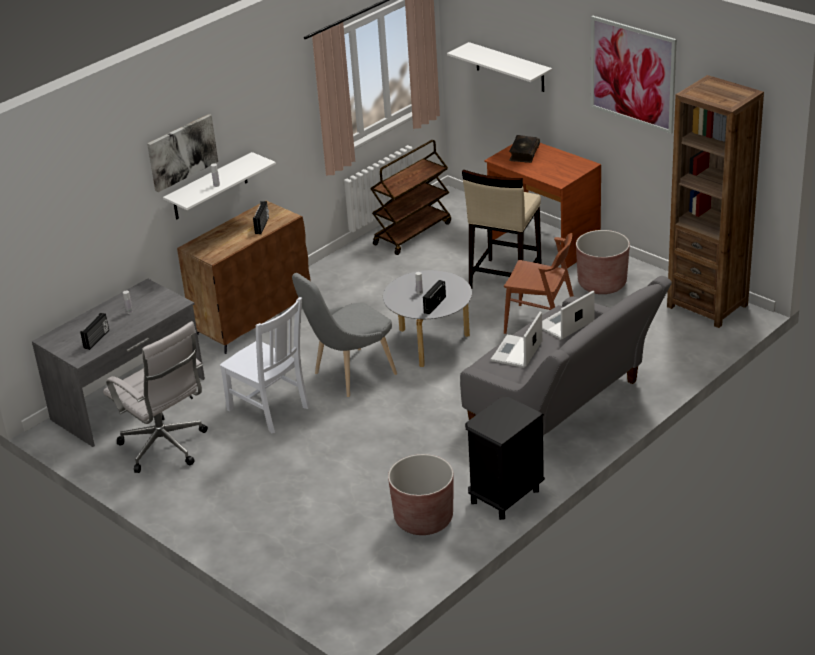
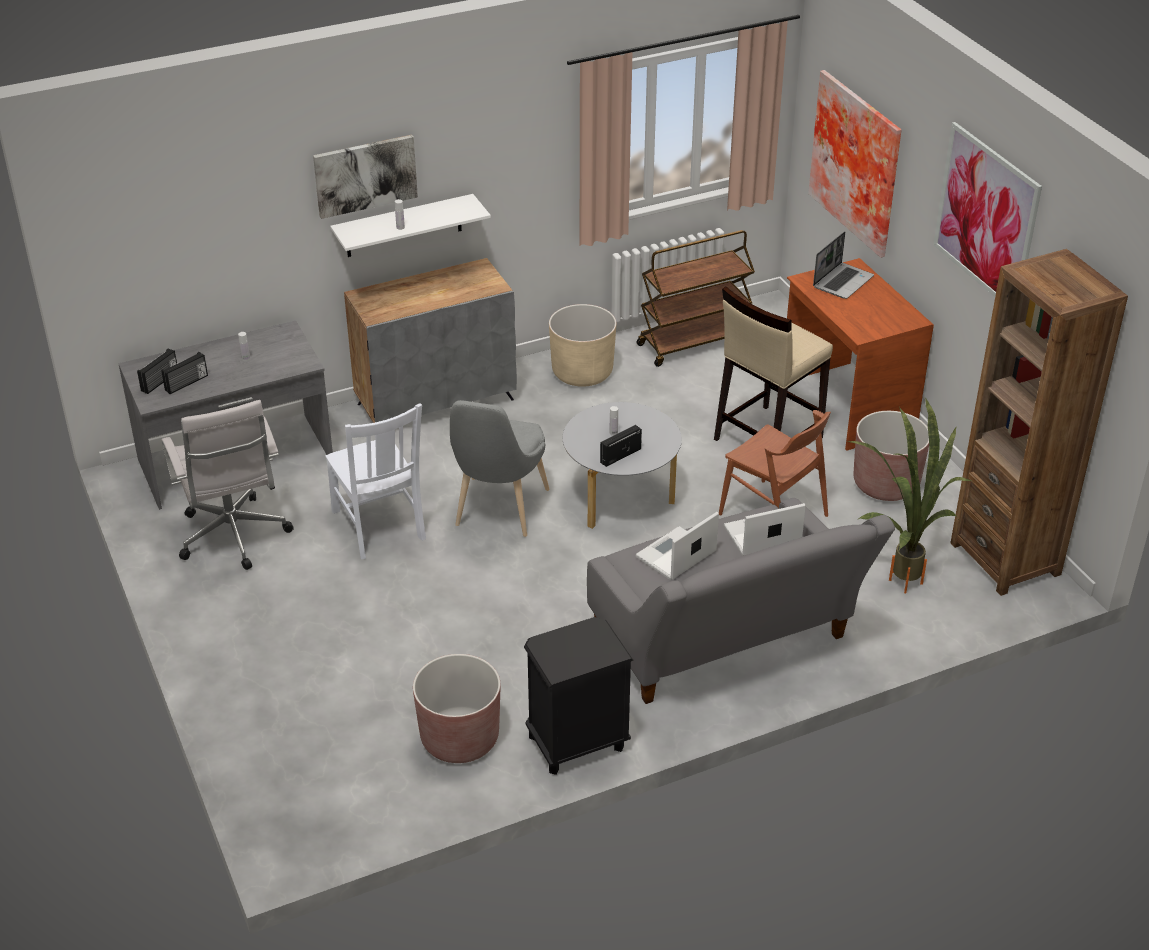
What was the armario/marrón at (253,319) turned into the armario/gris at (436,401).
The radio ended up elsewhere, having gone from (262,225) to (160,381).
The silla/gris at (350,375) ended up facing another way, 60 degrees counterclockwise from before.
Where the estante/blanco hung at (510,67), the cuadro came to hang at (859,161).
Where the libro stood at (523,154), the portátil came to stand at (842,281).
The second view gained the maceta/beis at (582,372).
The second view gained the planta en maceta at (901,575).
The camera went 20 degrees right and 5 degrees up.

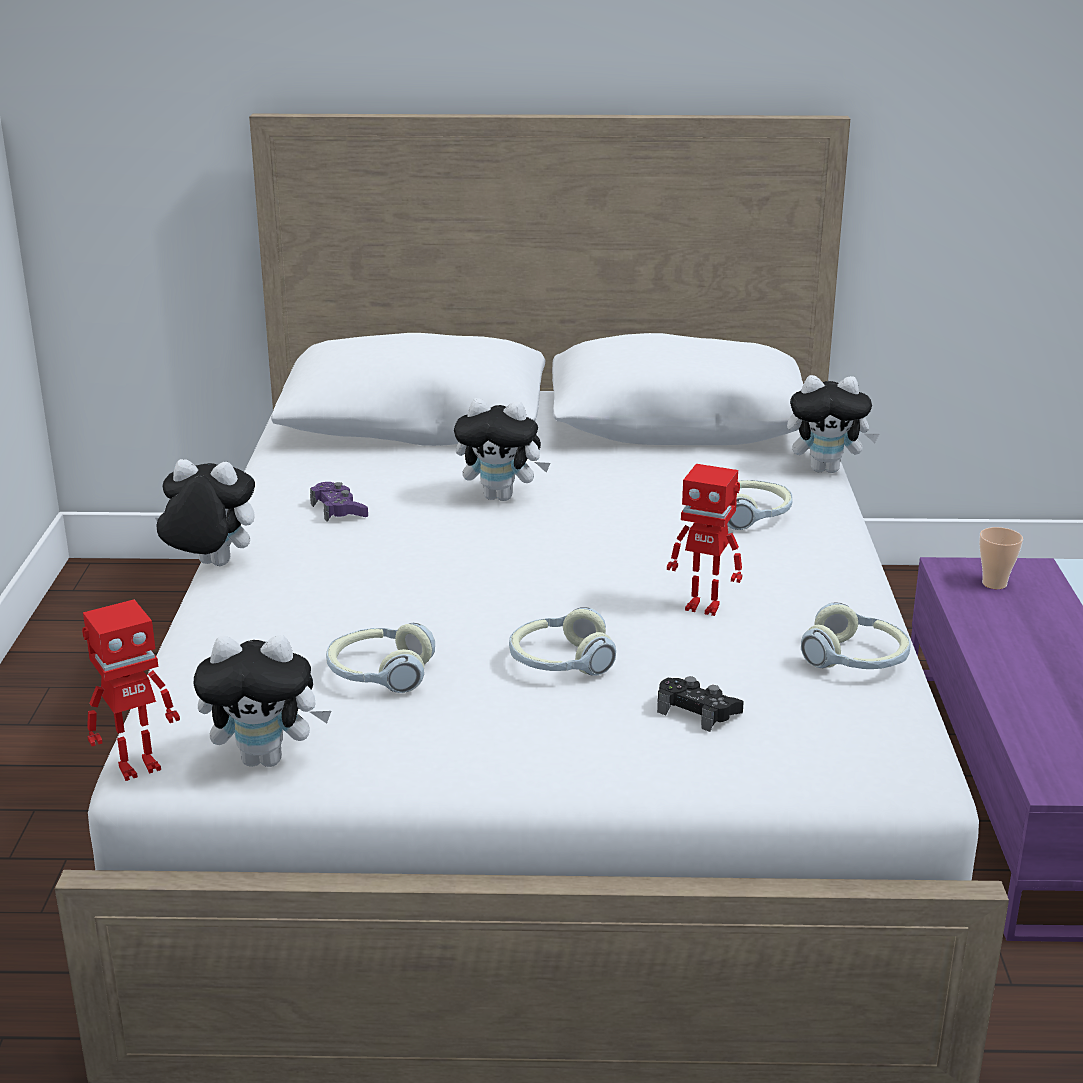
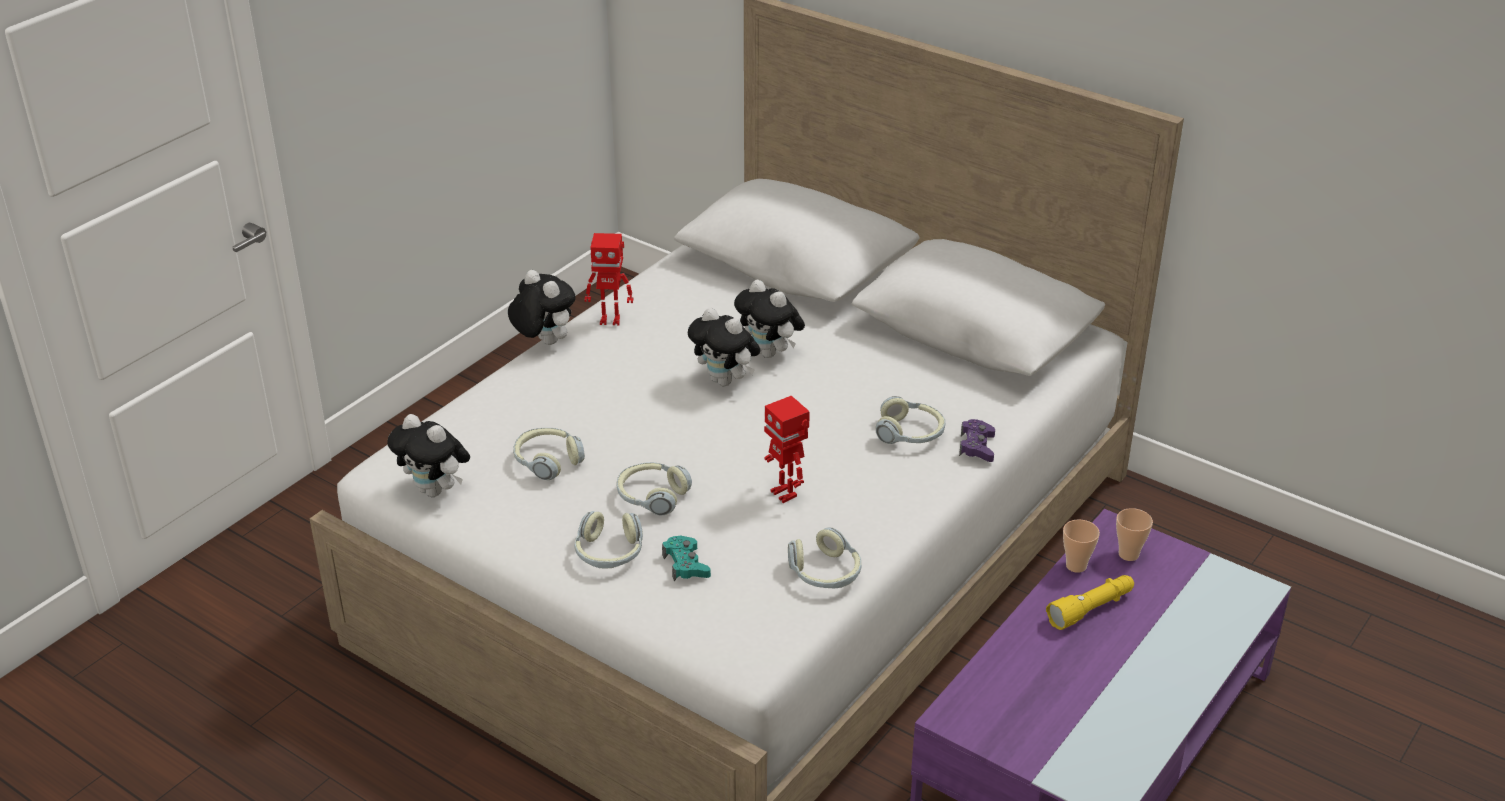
The robot de juguete ended up elsewhere, having gone from (138,767) to (610,320).
The mando de consola/morado ended up elsewhere, having gone from (339,510) to (977,446).
What was the mando de consola/negro at (697,711) turned into the mando de consola/turquesa at (686,565).
The peluche ended up elsewhere, having gone from (826,469) to (725,381).
The second view gained the auriculares at (609,553).
The second view gained the linterna/amarillo at (1091,609).
The second view gained the taza at (1076,566).
The camera went 35 degrees right and 10 degrees up.

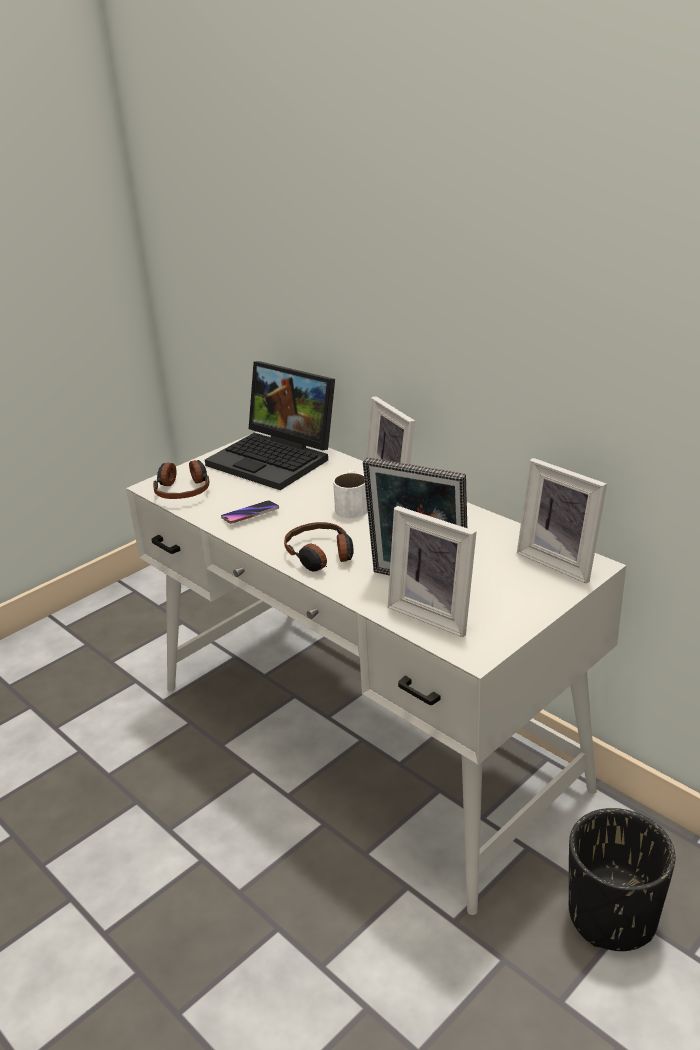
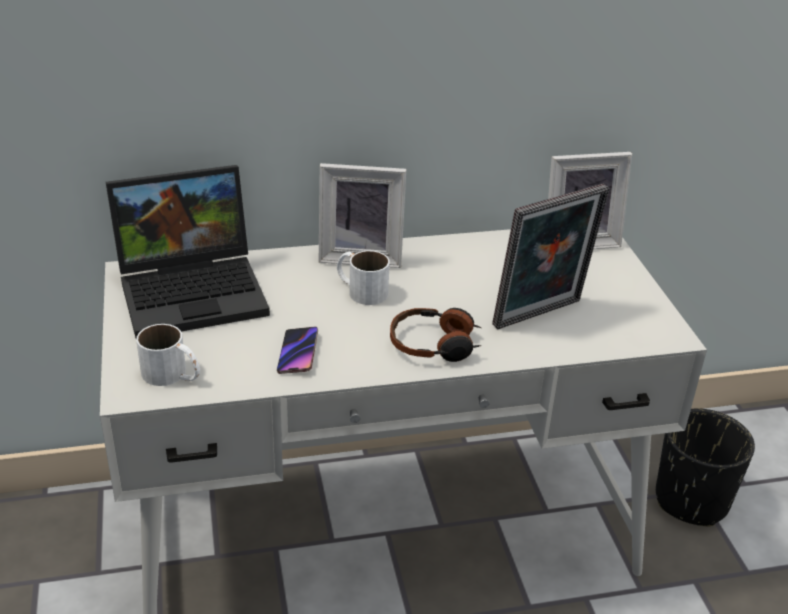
Where the auriculares stood at (183,490), the taza grande/blanco came to stand at (173,375).
The second view lost the portarretratos at (435,613).
The camera went 60 degrees left and 5 degrees up.

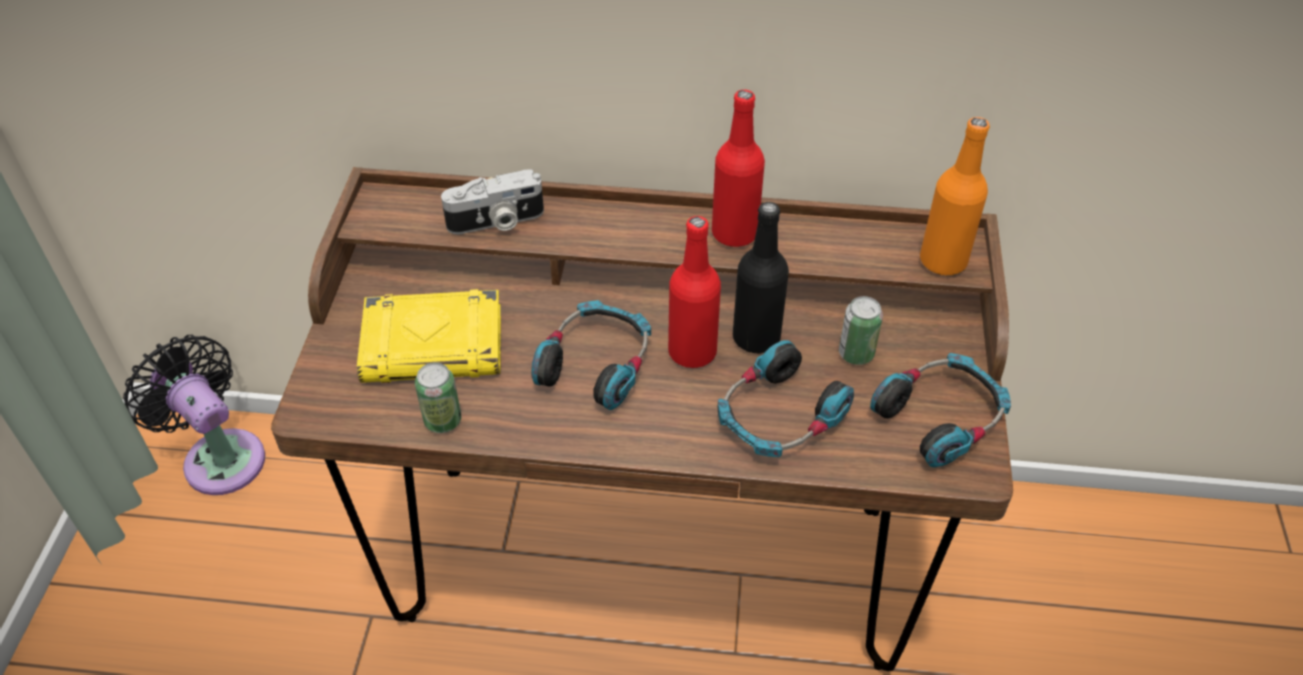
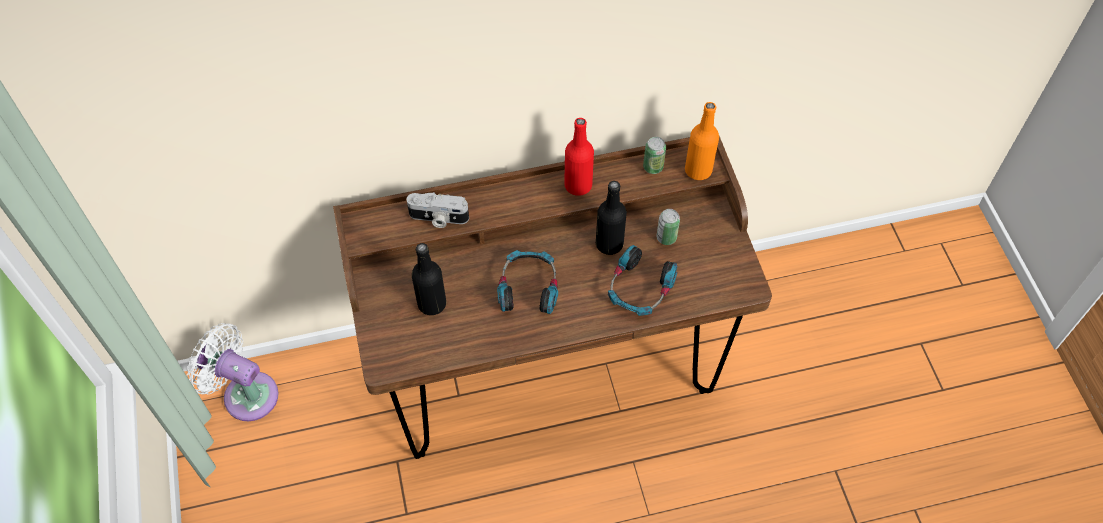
What was the ventilador/negro at (220,456) turned into the ventilador/blanco at (245,393).
Where the libro/amarillo stood at (435,344), the botella/negro came to stand at (432,304).
The lata ended up elsewhere, having gone from (443,420) to (653,167).
The cámara at (496,222) ended up facing another way, 45 degrees clockwise from before.
The second view lost the botella/rojo at (692,352).
The second view lost the auriculares at (940,417).
The camera went 20 degrees left and 10 degrees up.

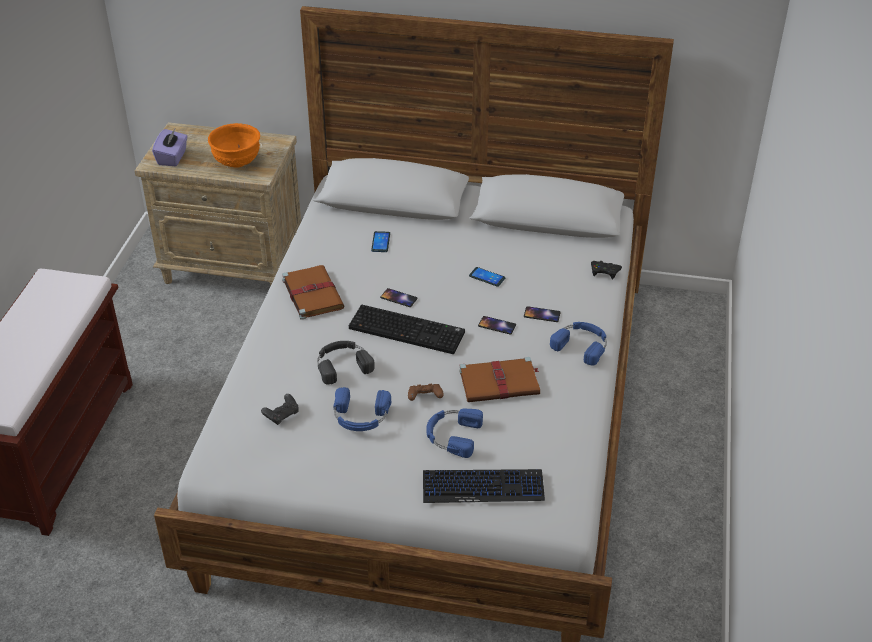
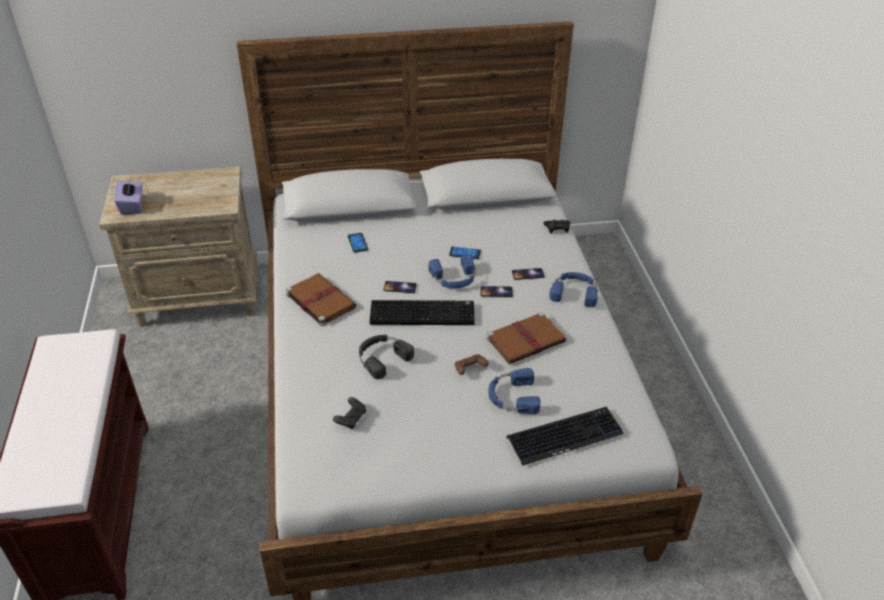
The second view lost the cuenco/naranja at (236,163).
The auriculares/azul ended up elsewhere, having gone from (360,416) to (454,278).
The camera went 20 degrees left and 0 degrees up.

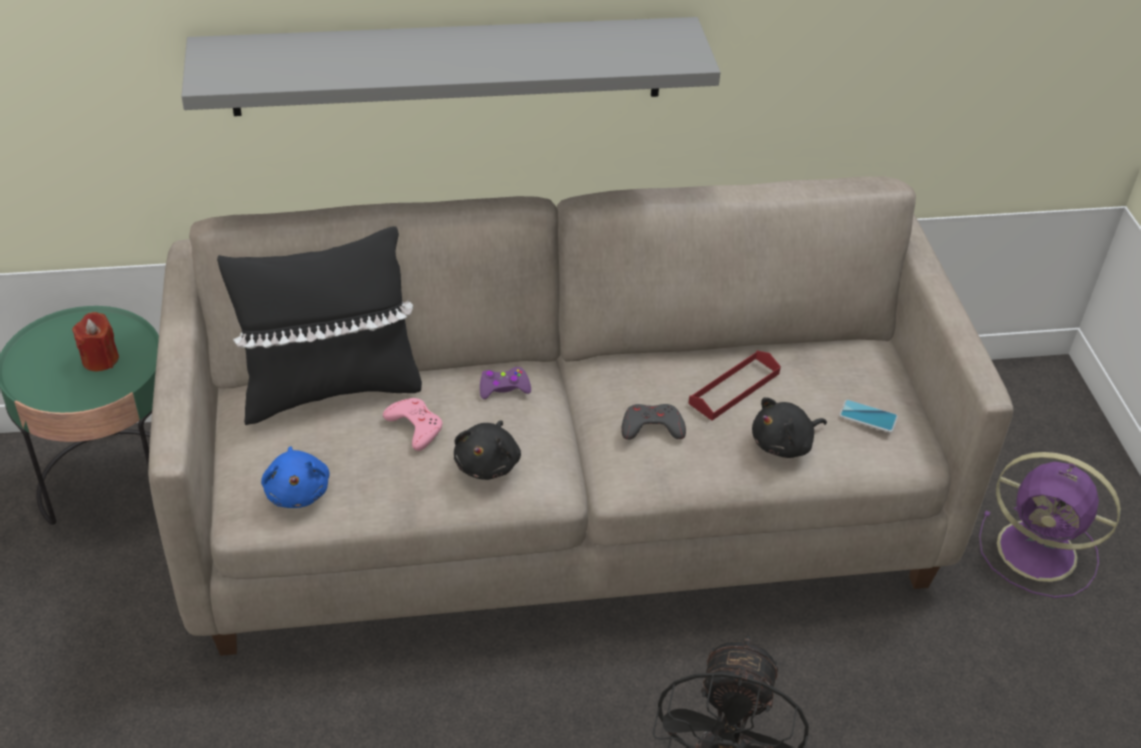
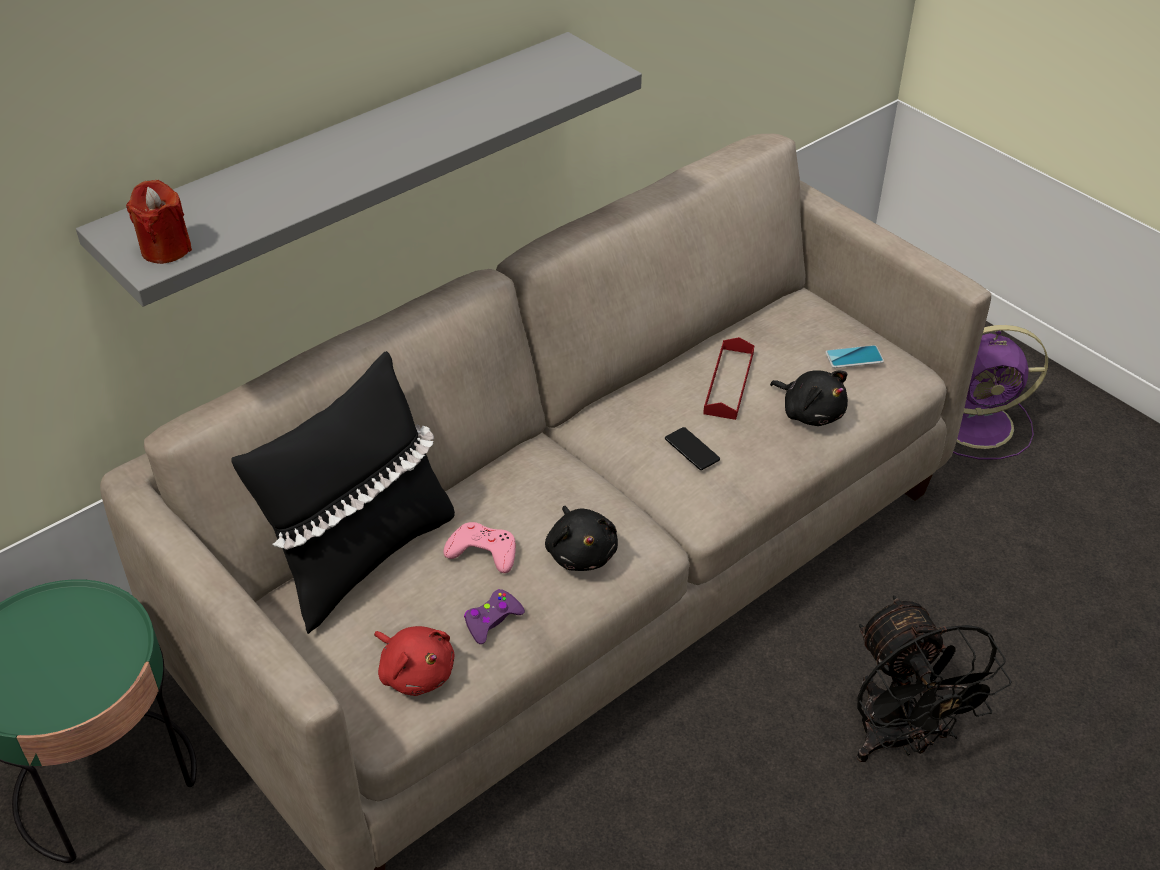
The vela/rojo ended up elsewhere, having gone from (100,359) to (166,249).
What was the peluche/azul at (297,491) turned into the peluche/rojo at (415,672).
The mando de consola/morado ended up elsewhere, having gone from (503,388) to (492,620).
Where the mando de consola/gris stood at (652,427), the móvil came to stand at (692,449).
The peluche/negro at (784,444) ended up facing another way, 75 degrees counterclockwise from before.
The camera went 30 degrees left and 0 degrees up.

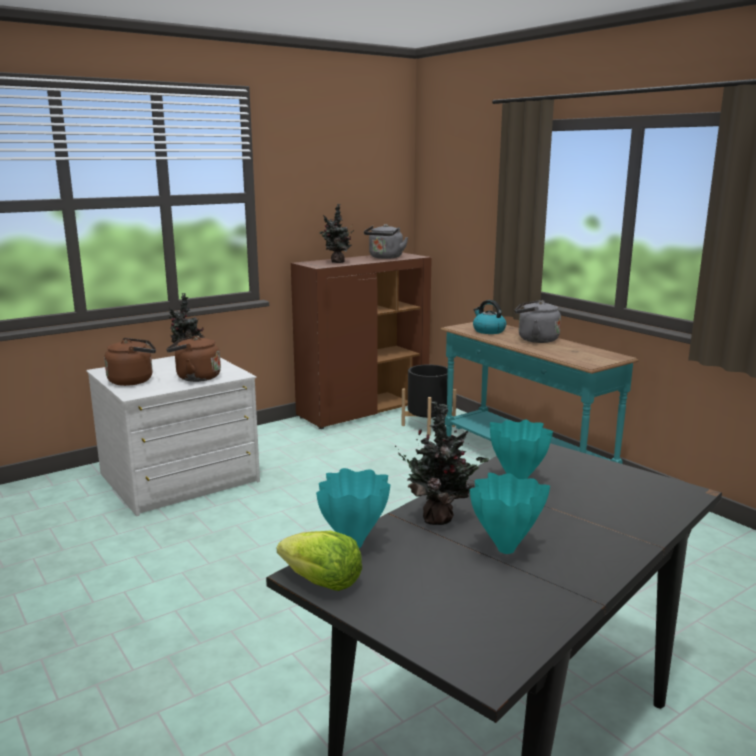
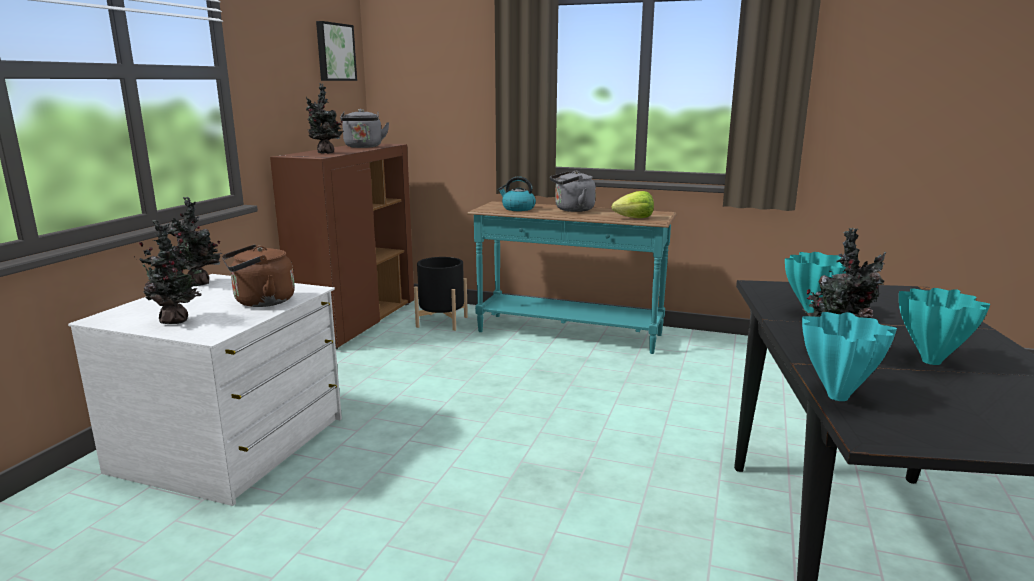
Where the hervidor/marrón stood at (134,380), the planta en maceta came to stand at (177,321).
The lechuga ended up elsewhere, having gone from (321,582) to (634,218).
The second view gained the cuadro at (334,52).
The camera went 35 degrees left and 0 degrees up.

